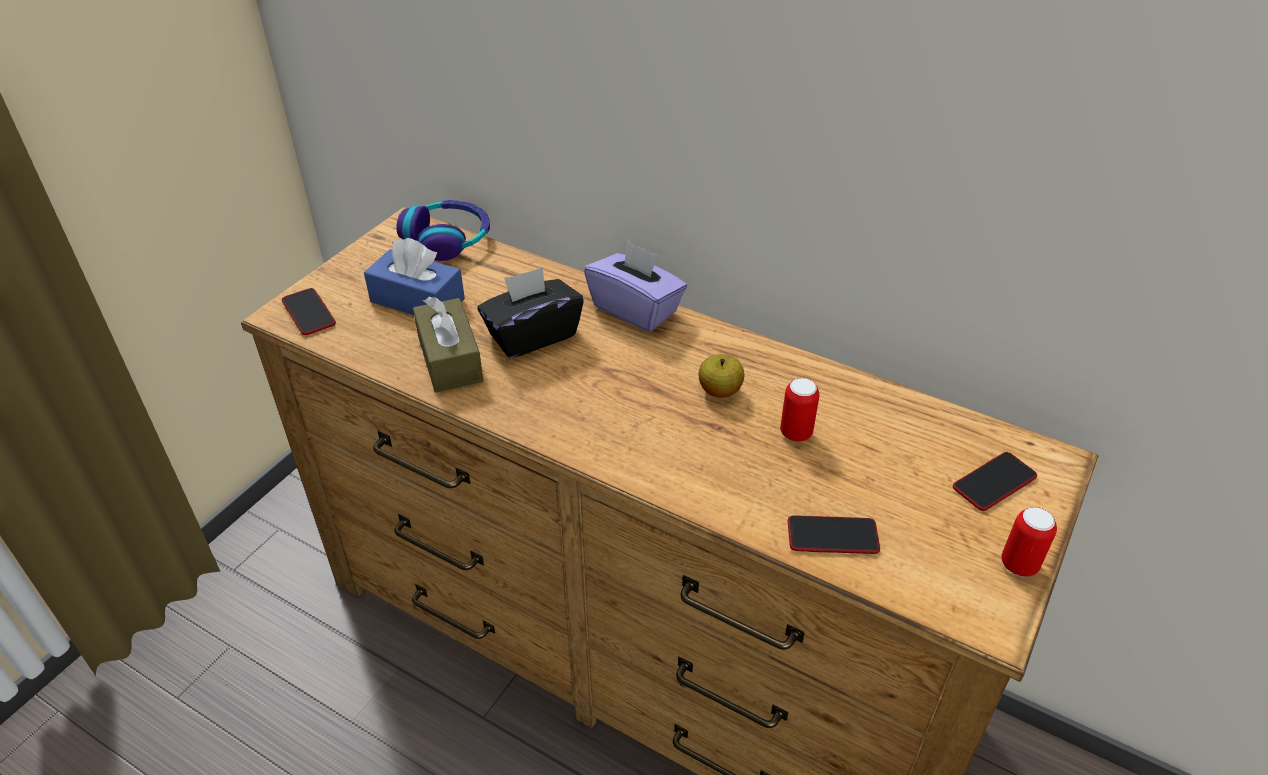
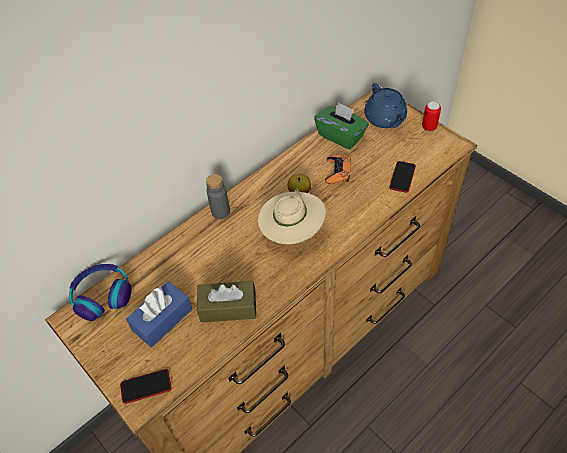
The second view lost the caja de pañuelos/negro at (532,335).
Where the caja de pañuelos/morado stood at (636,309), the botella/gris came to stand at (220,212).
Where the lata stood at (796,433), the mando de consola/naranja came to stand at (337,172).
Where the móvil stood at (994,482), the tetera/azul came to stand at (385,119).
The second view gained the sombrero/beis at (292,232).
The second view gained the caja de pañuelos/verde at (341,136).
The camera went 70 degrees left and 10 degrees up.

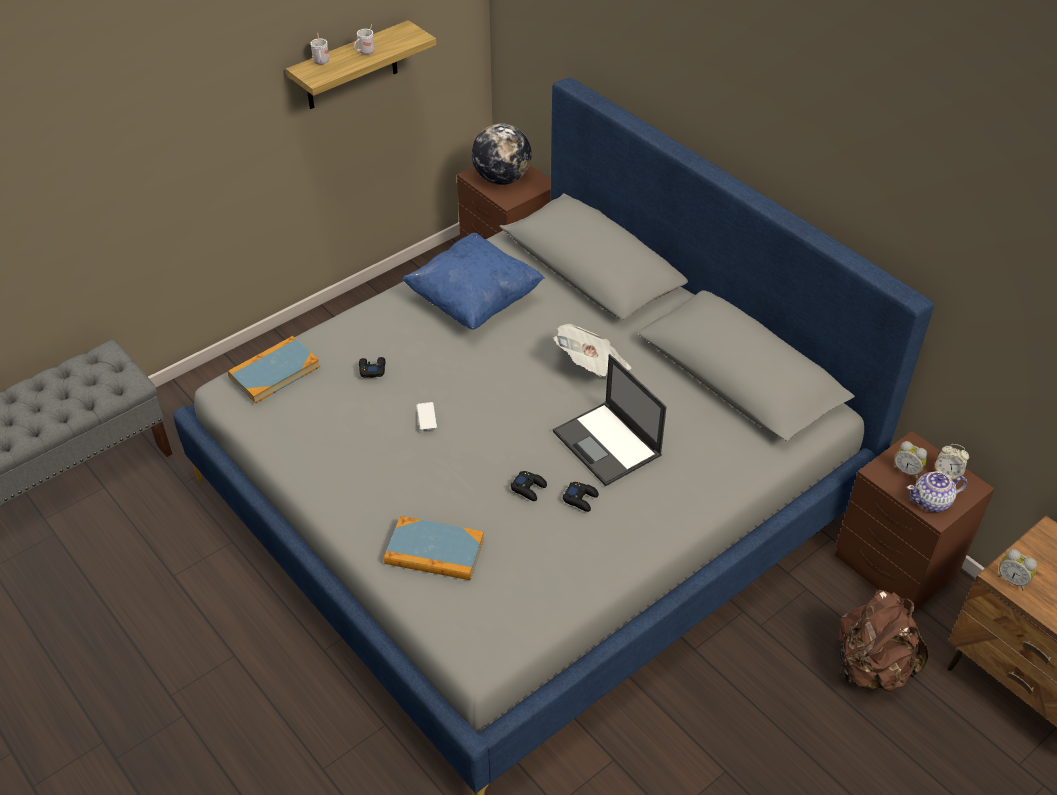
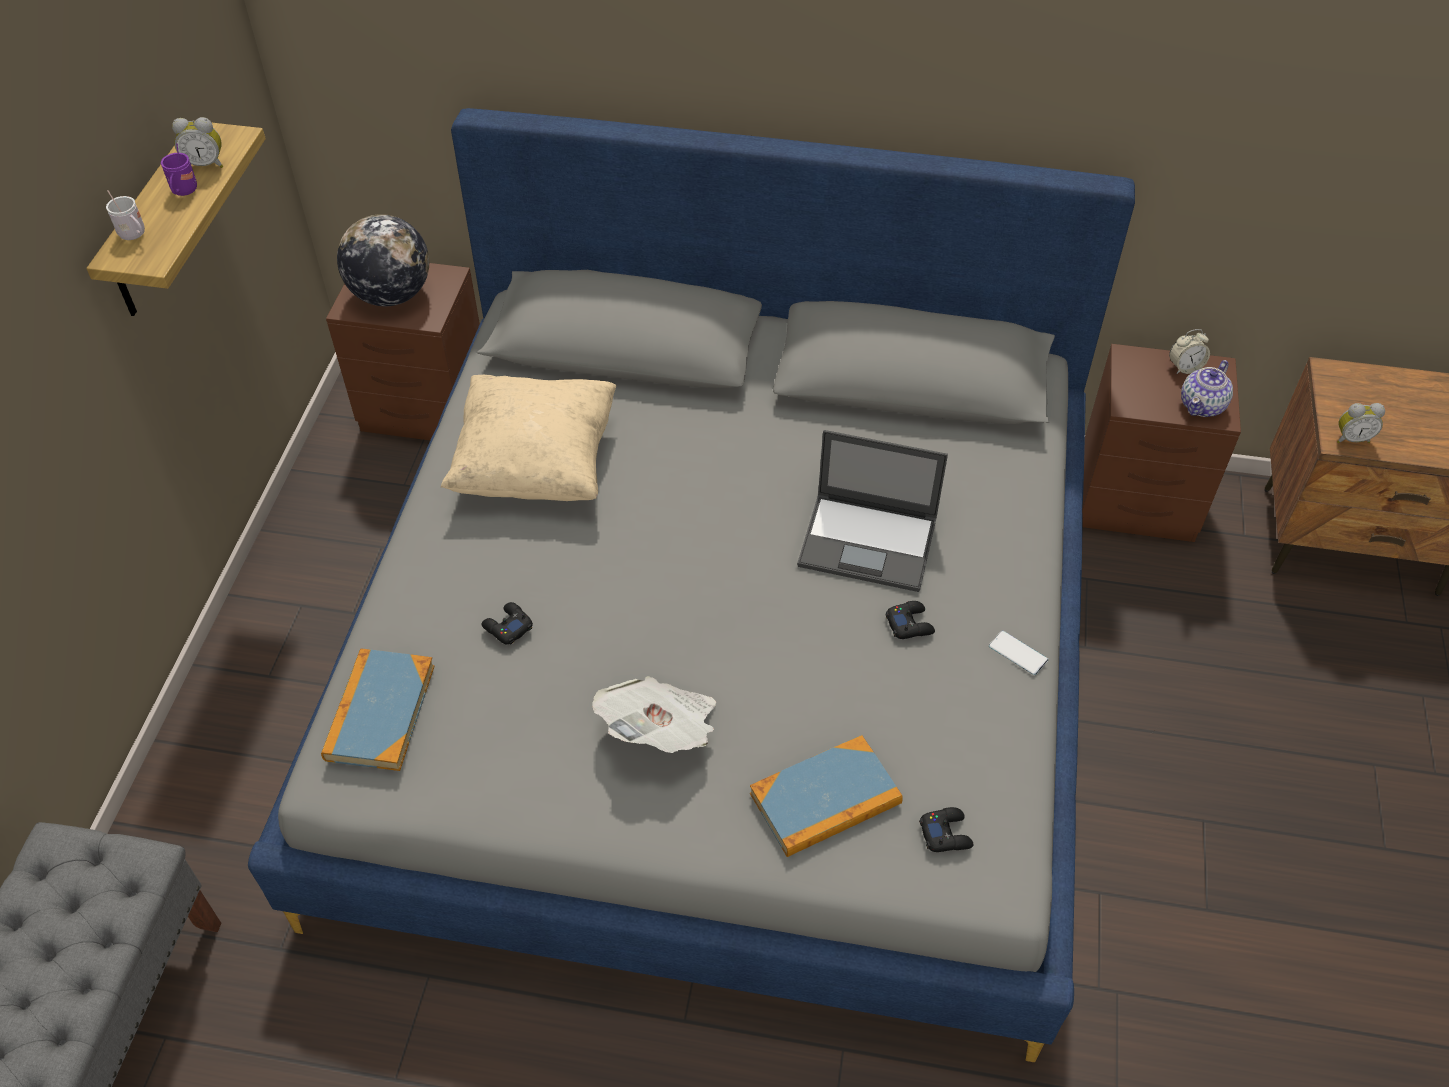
What was the taza grande/blanco at (364,53) turned into the taza grande/morado at (183,192).
What was the cojín/azul at (474,301) turned into the cojín/beis at (536,465).
The móvil ended up elsewhere, having gone from (426,416) to (1018,653).
The mando de consola/negro ended up elsewhere, having gone from (529,488) to (946,833).
The periódico ended up elsewhere, having gone from (592,366) to (661,730).
The second view lost the mochila/marrón at (871,667).
The despertador ended up elsewhere, having gone from (907,470) to (206,164).
The camera went 40 degrees left and 5 degrees up.

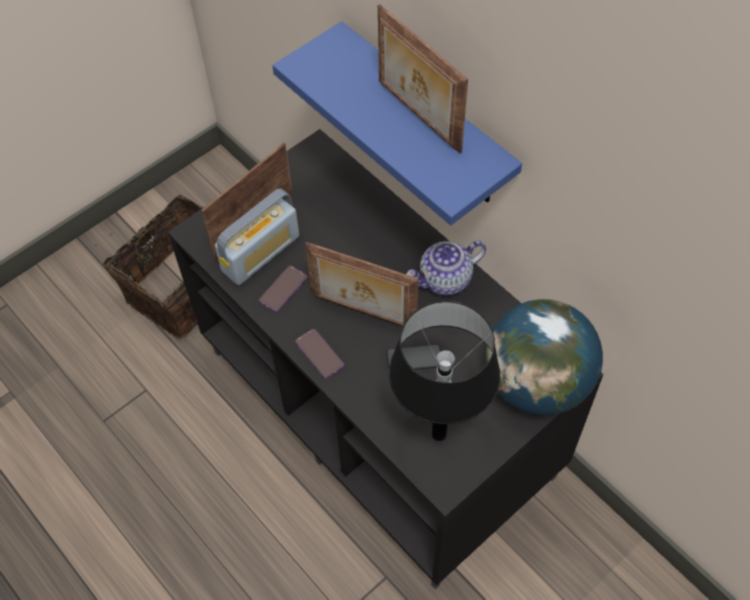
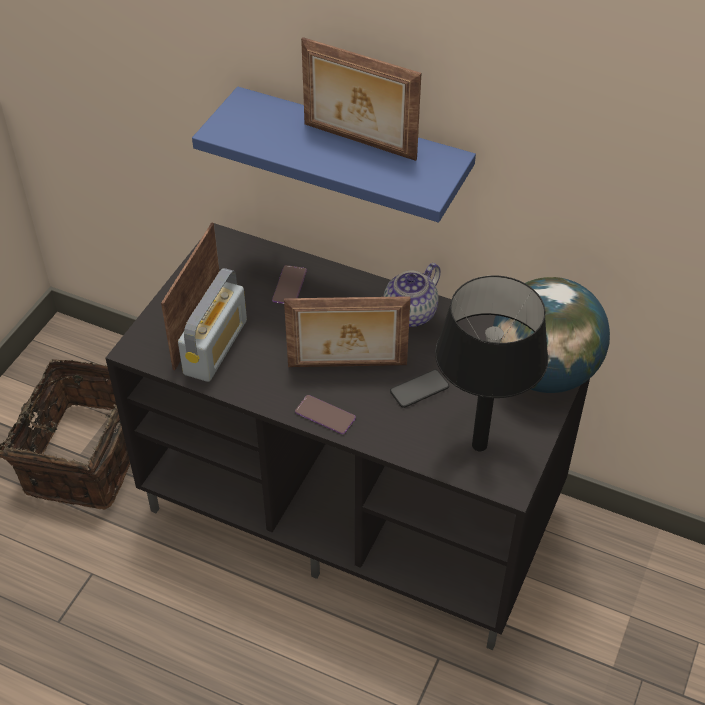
The móvil ended up elsewhere, having gone from (283,289) to (289,286).
The camera went 25 degrees left and 10 degrees down.

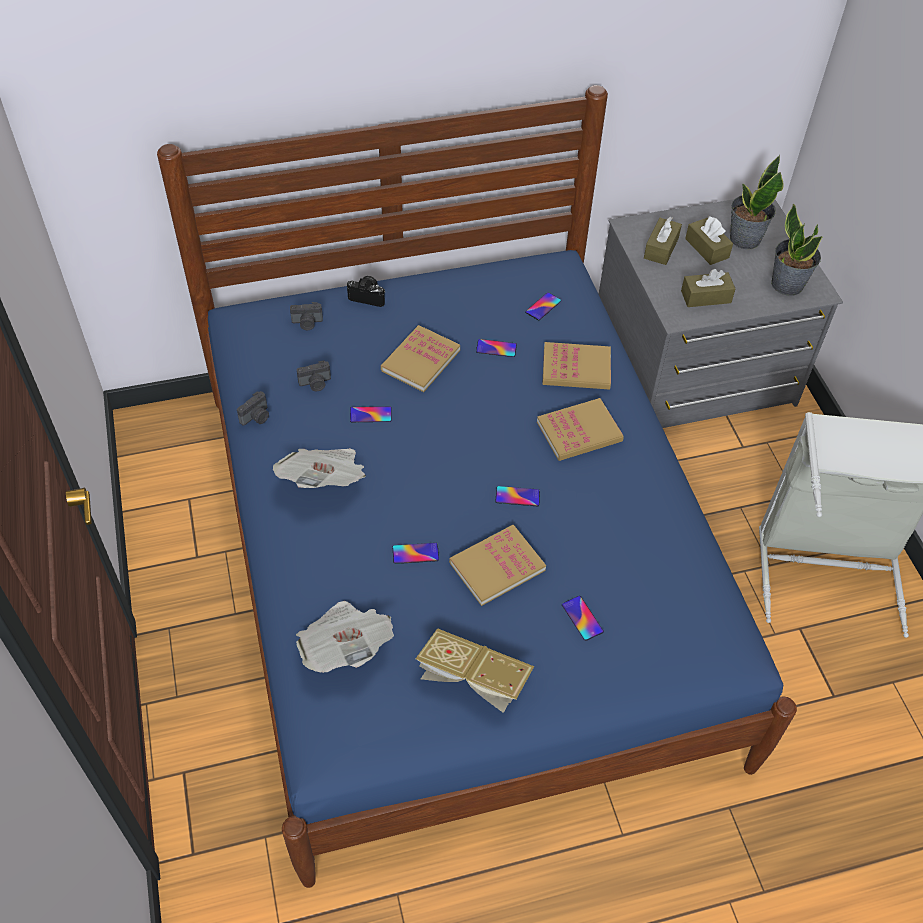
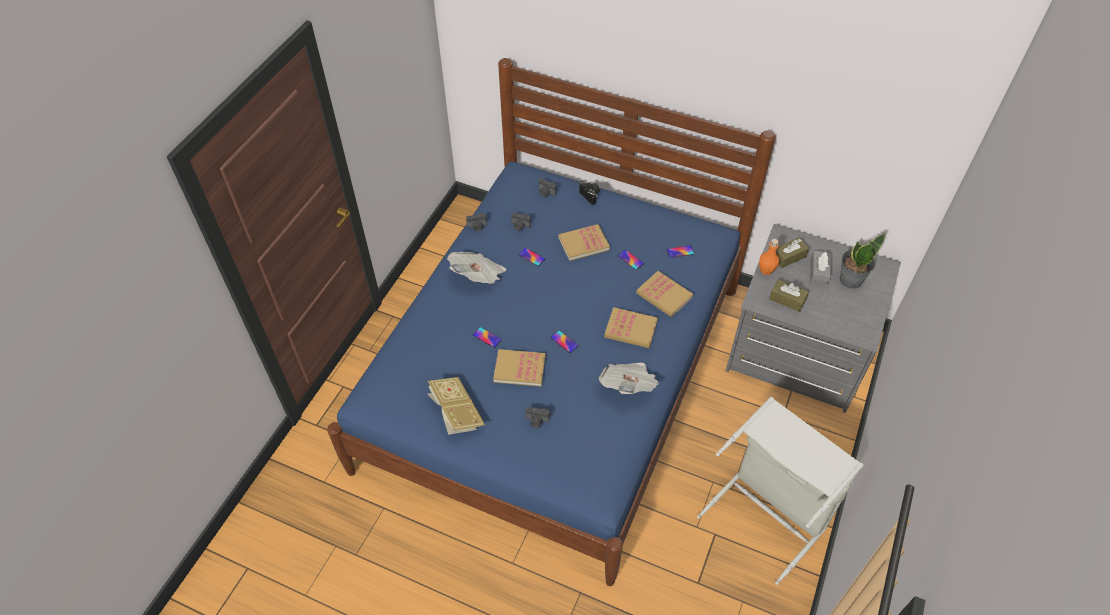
The periódico ended up elsewhere, having gone from (345,647) to (628,386).
Where the móvil stood at (582,618), the cámara came to stand at (536,421).
What was the caja de pañuelos/marrón at (707,248) turned into the caja de pañuelos/gris at (818,272).
The second view lost the planta en maceta at (787,284).
The second view gained the botella/naranja at (766,270).
The camera went 40 degrees right and 0 degrees up.

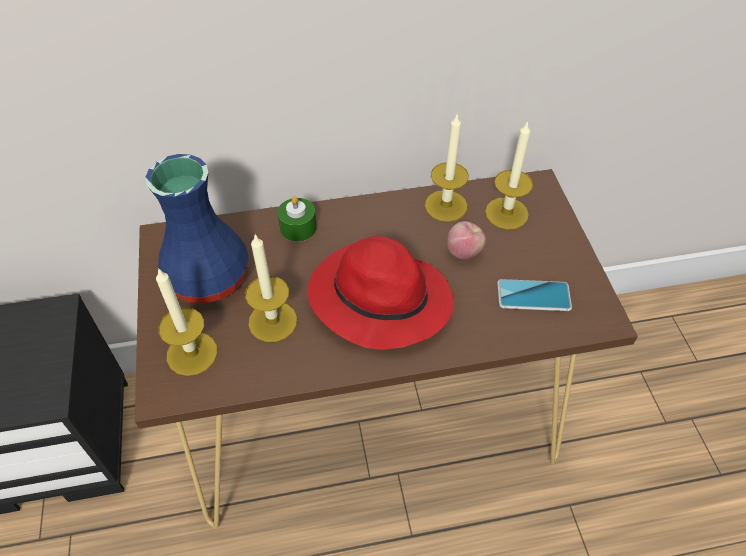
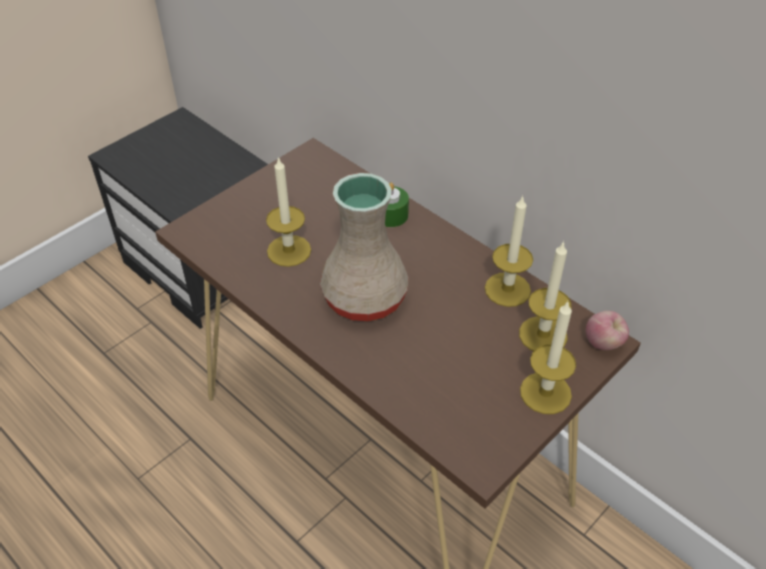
The second view lost the florero/azul at (206,278).
The vela ended up elsewhere, having gone from (192,353) to (545,393).
Where the sombrero/rojo stood at (377,299), the florero/beis came to stand at (362,297).
The manzana ended up elsewhere, having gone from (464,252) to (603,343).
The second view lost the móvil at (533,296).
The camera went 55 degrees right and 5 degrees down.

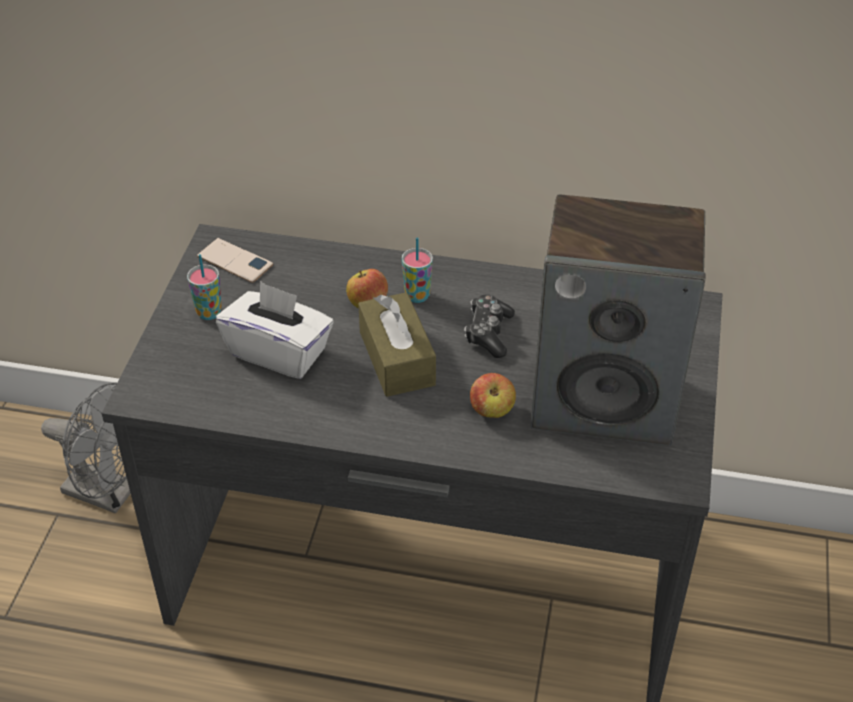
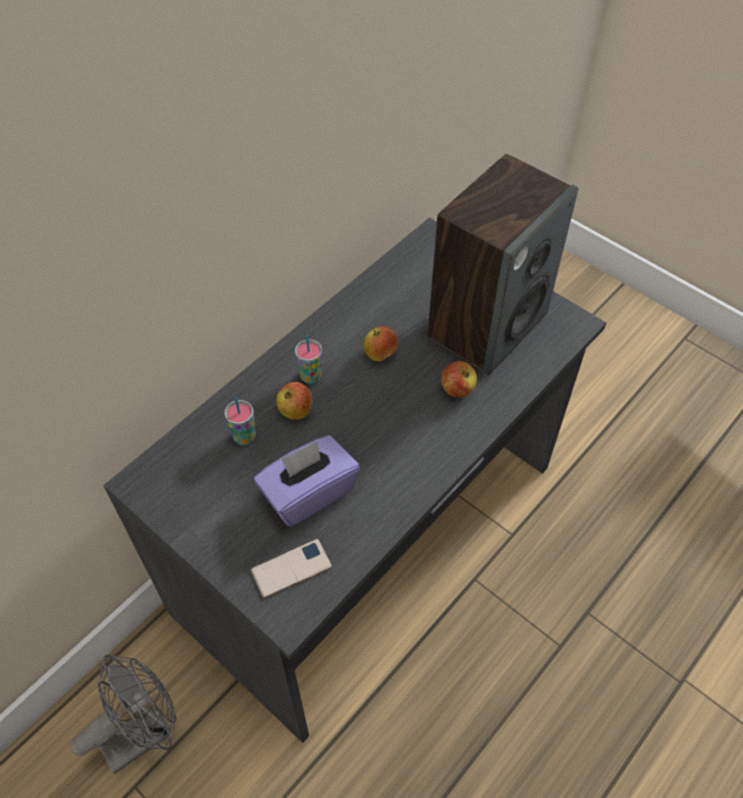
The taza ended up elsewhere, having gone from (209,313) to (244,437).
The móvil ended up elsewhere, having gone from (235,261) to (291,568).
What was the caja de pañuelos/blanco at (279,352) turned into the caja de pañuelos/morado at (308,493).
The second view lost the caja de pañuelos/marrón at (397,358).
Where the mando de consola stood at (488,333), the manzana came to stand at (380,354).
The camera went 60 degrees left and 10 degrees up.

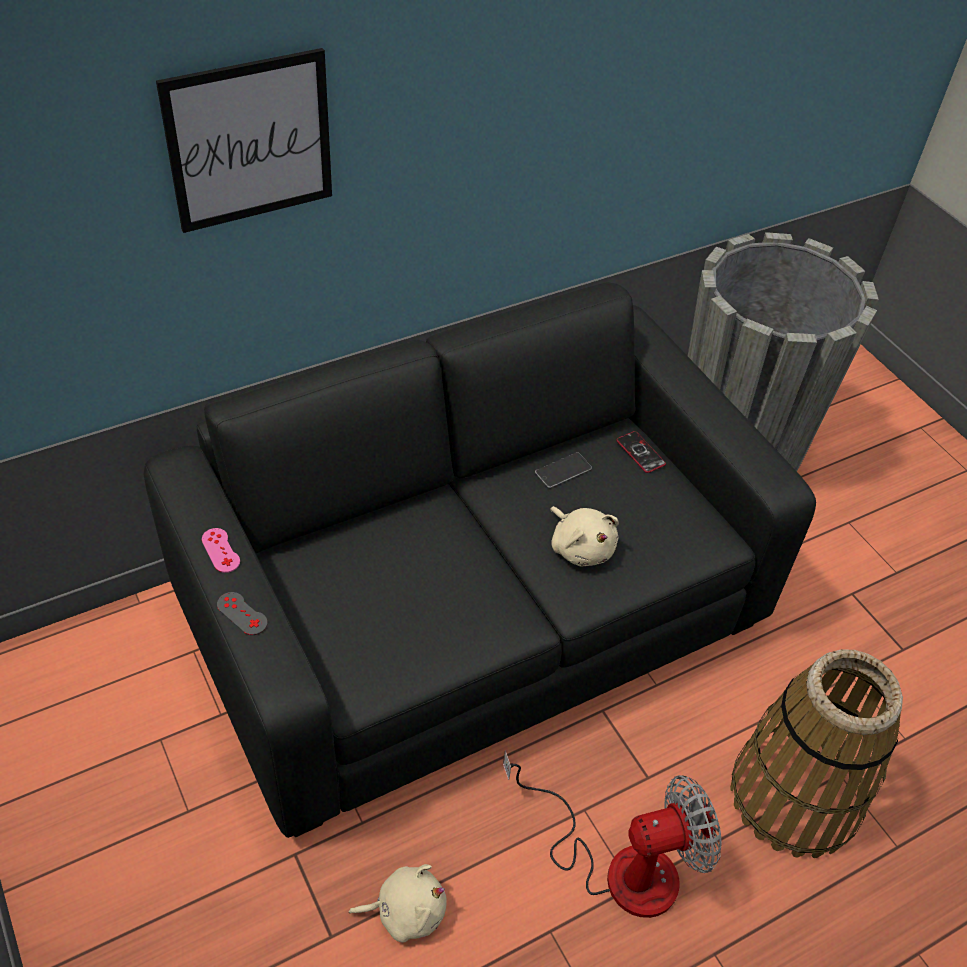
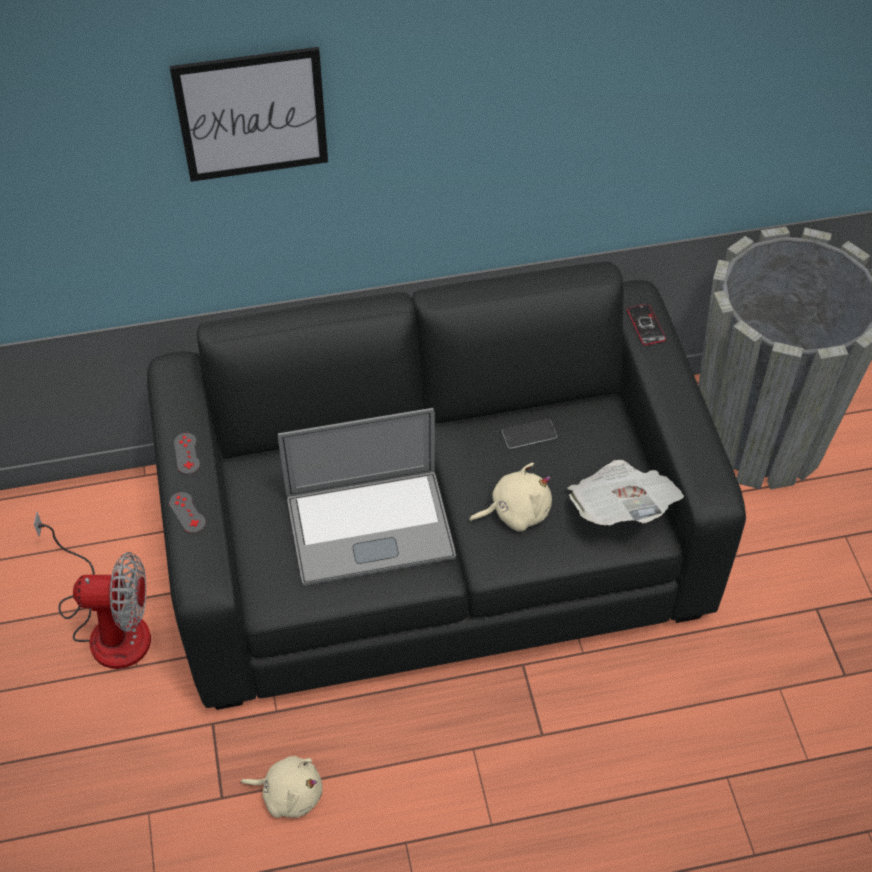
What was the mando de consola/rosa at (220,550) turned into the mando de consola/gris at (187,454).
The ventilador ended up elsewhere, having gone from (618,864) to (109,625).
The peluche/beis at (580,547) ended up facing another way, 90 degrees counterclockwise from before.
The móvil ended up elsewhere, having gone from (640,453) to (646,325).
The second view lost the cesta at (795,796).
The second view gained the portátil at (370,527).
The second view gained the periódico at (620,508).
The camera went 20 degrees right and 5 degrees up.

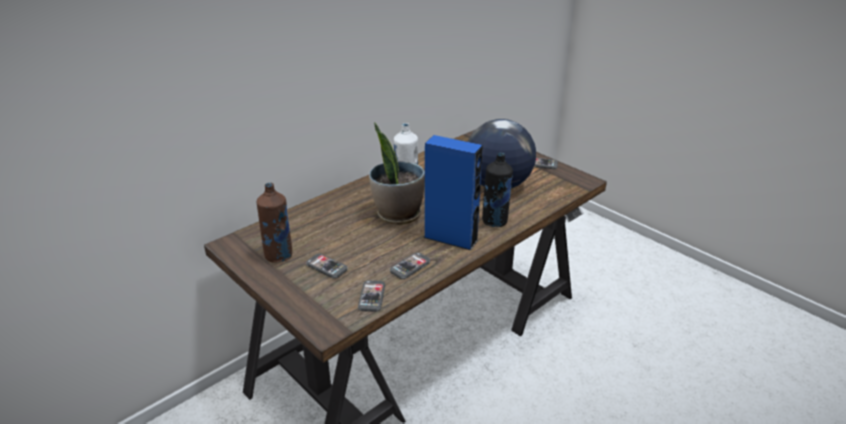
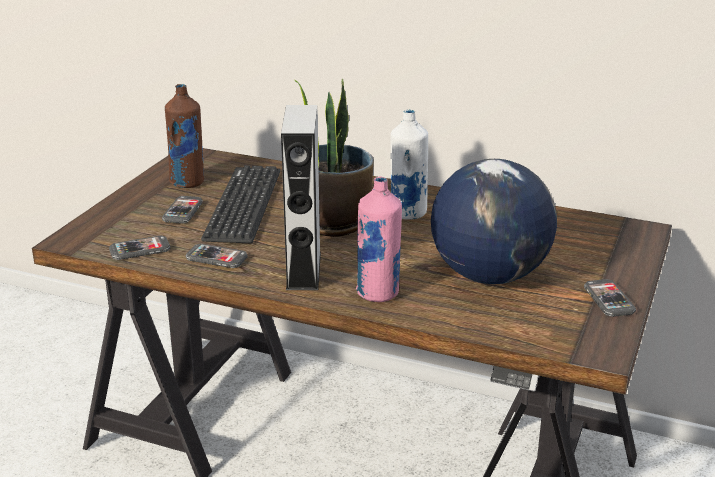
What was the altavoz/azul at (451,238) turned into the altavoz/gris at (303,270).
What was the botella/negro at (495,221) turned into the botella/rosa at (378,293).
The second view gained the teclado at (243,205).
The camera went 65 degrees right and 5 degrees down.

